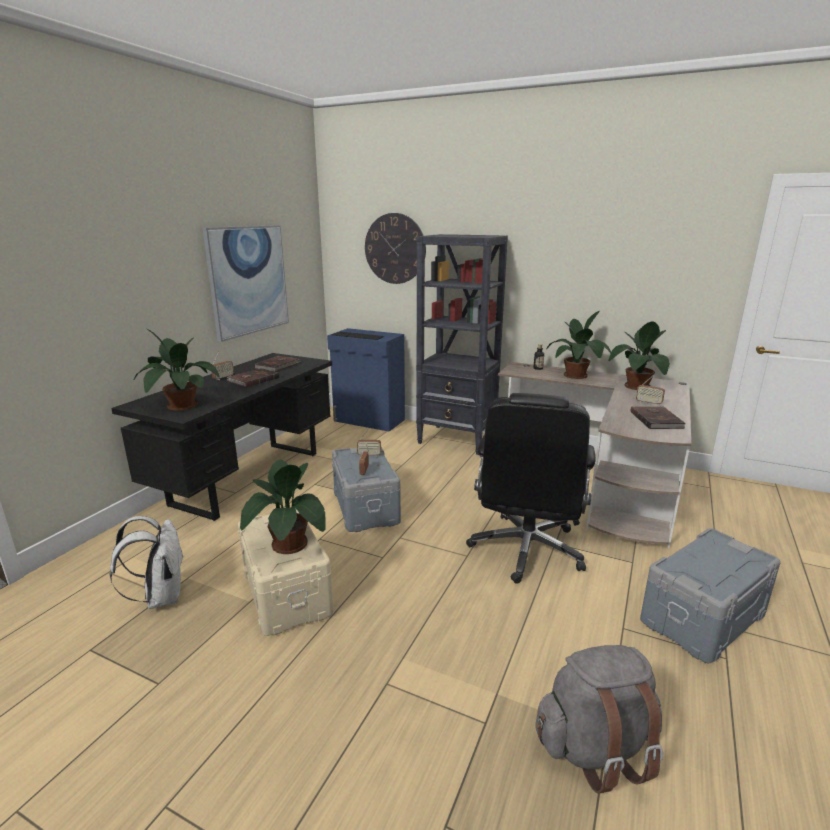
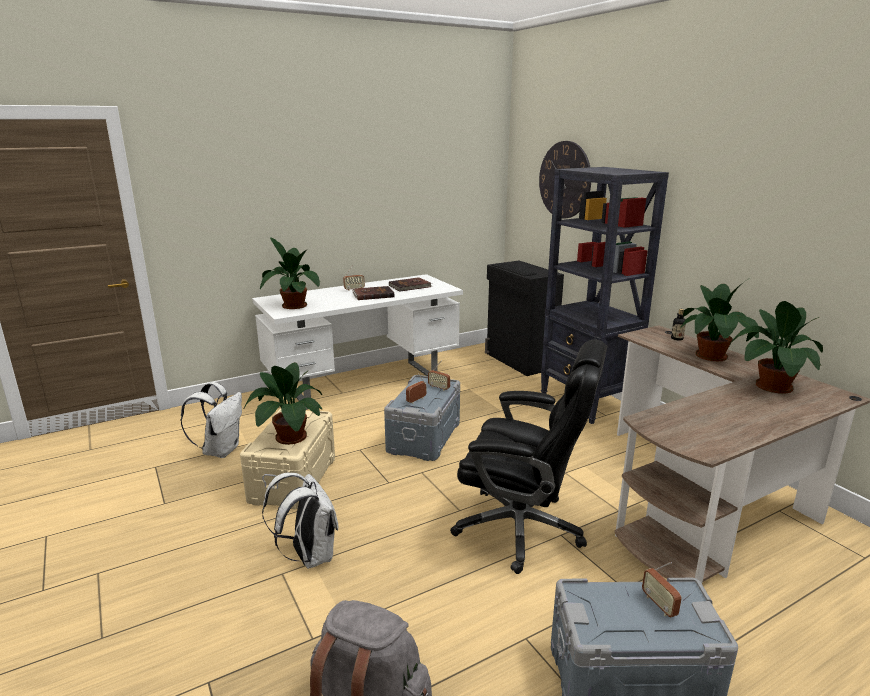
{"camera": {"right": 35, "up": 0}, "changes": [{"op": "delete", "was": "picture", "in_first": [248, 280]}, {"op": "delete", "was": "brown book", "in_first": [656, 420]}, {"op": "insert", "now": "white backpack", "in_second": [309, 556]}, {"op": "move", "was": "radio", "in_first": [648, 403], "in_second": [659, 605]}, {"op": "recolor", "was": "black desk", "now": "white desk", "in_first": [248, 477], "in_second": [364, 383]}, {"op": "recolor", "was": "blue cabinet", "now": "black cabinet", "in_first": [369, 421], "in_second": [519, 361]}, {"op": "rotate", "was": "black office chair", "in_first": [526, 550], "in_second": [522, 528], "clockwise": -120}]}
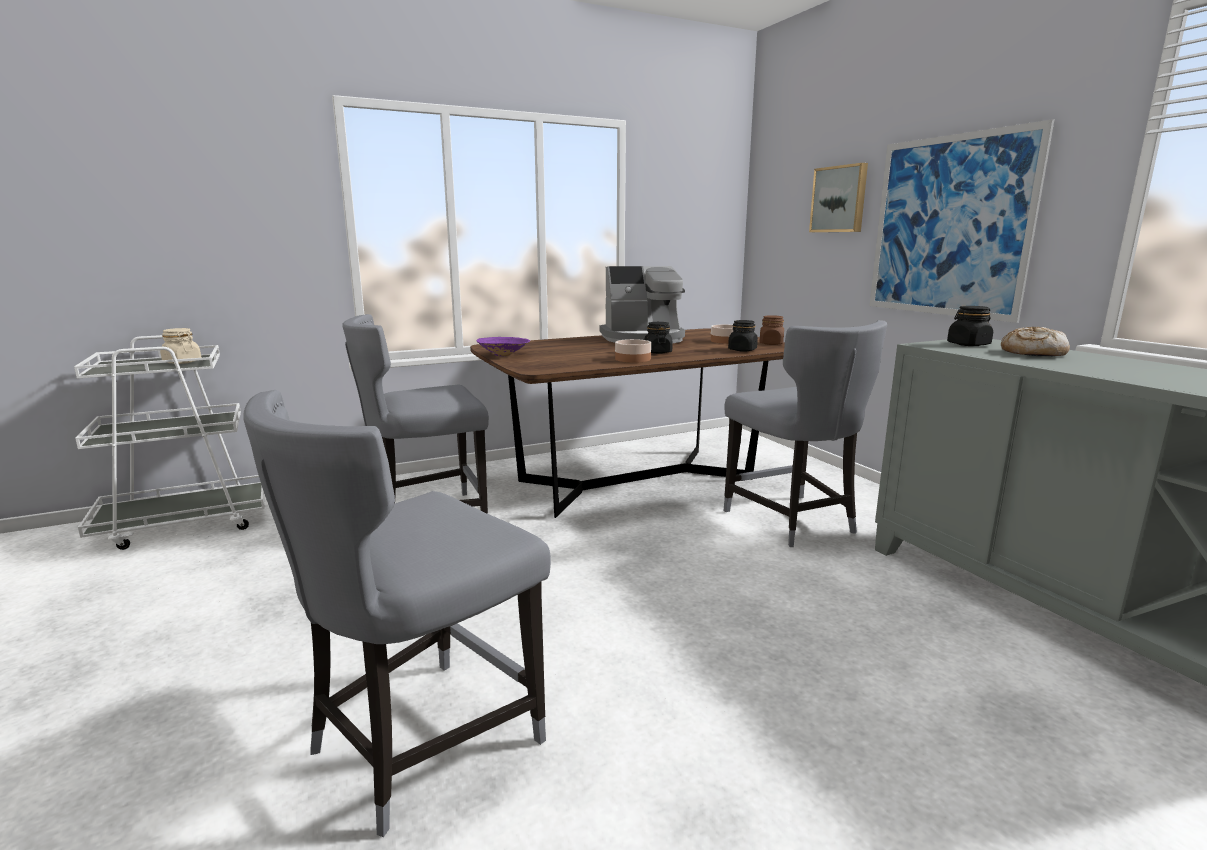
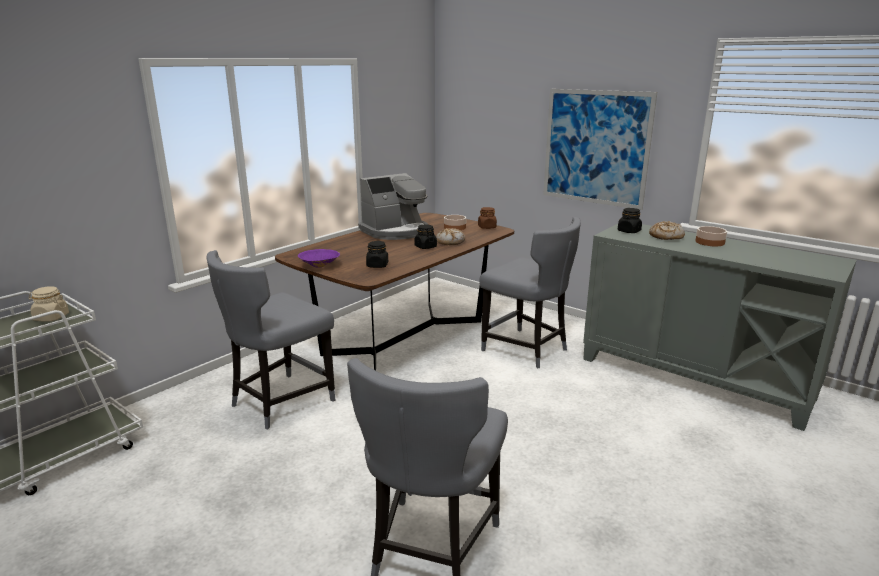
{"camera": {"right": -25, "up": 5}, "changes": [{"op": "delete", "was": "picture", "in_first": [839, 199]}, {"op": "insert", "now": "bread", "in_second": [450, 242]}, {"op": "move", "was": "bowl", "in_first": [632, 359], "in_second": [709, 242]}, {"op": "move", "was": "black jar", "in_first": [742, 350], "in_second": [377, 265]}]}
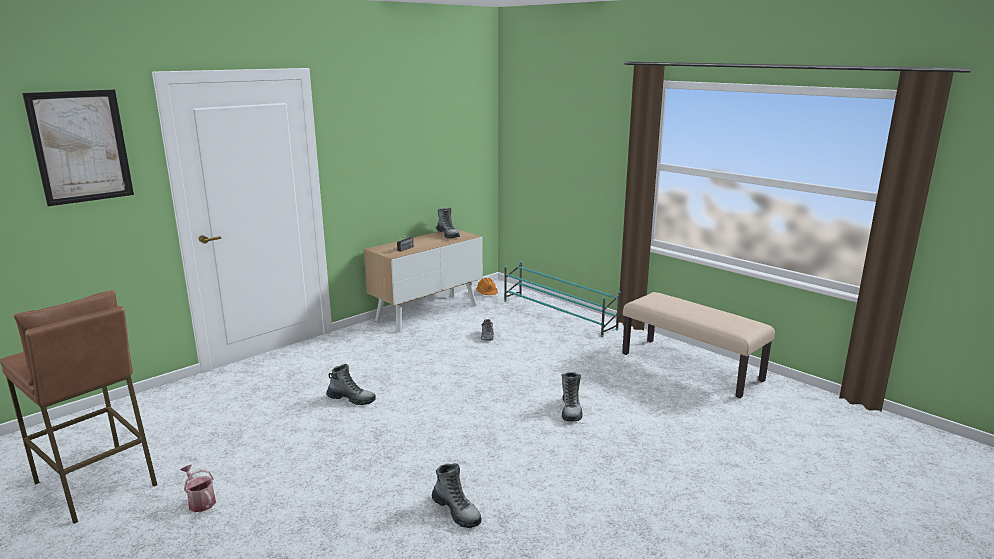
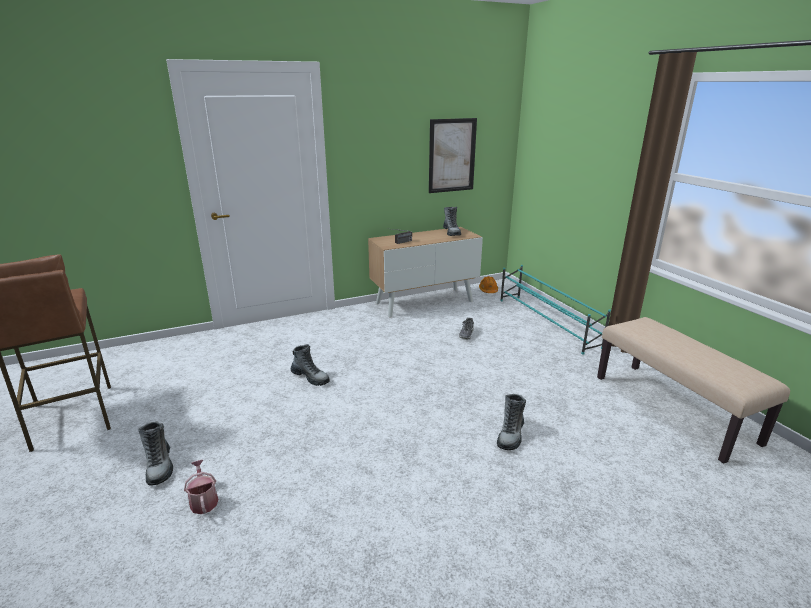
{"camera": {"right": 20, "up": 5}, "changes": [{"op": "move", "was": "picture", "in_first": [81, 147], "in_second": [452, 155]}, {"op": "move", "was": "watering can", "in_first": [200, 501], "in_second": [203, 500]}, {"op": "move", "was": "boot", "in_first": [457, 511], "in_second": [159, 466]}]}
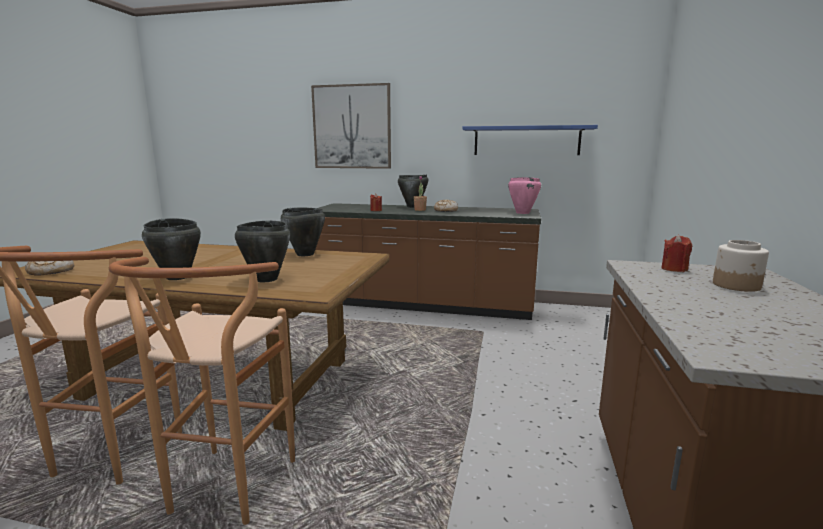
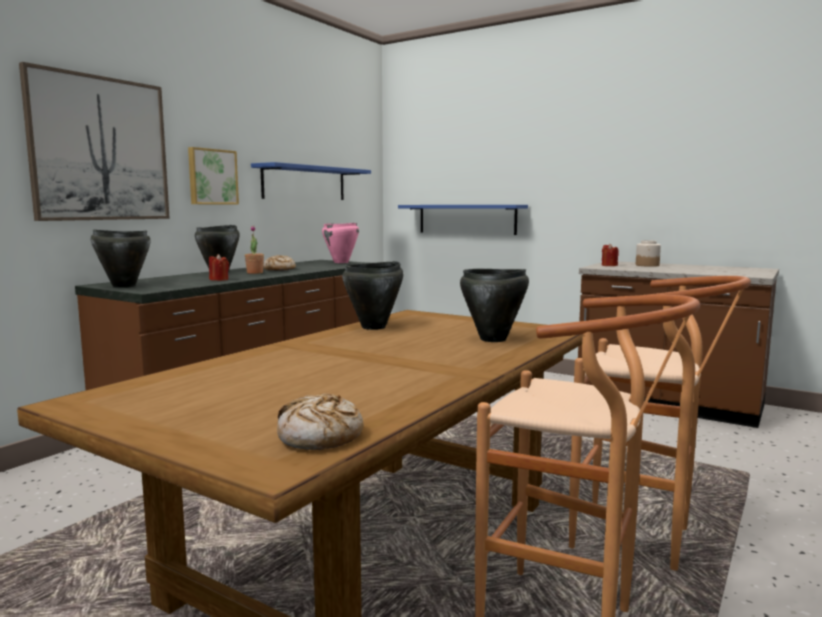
{"camera": {"right": -70, "up": -5}, "changes": [{"op": "insert", "now": "picture", "in_second": [212, 177]}, {"op": "insert", "now": "blue shelf", "in_second": [466, 219]}, {"op": "move", "was": "black cooking pot", "in_first": [178, 277], "in_second": [123, 286]}]}
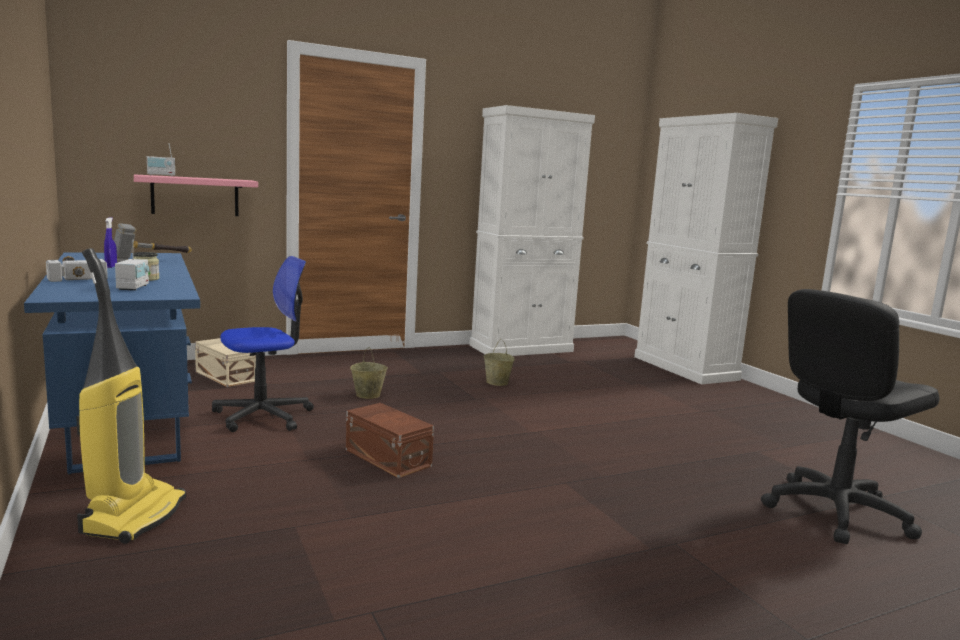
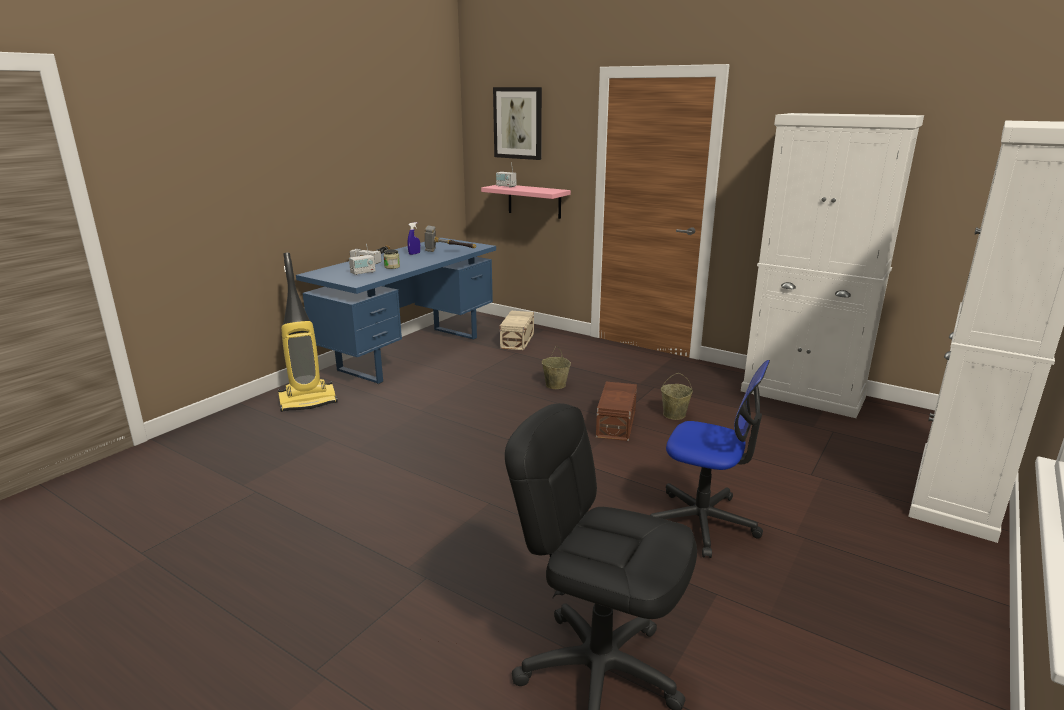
{"camera": {"right": 60, "up": 10}, "changes": [{"op": "insert", "now": "picture", "in_second": [518, 123]}, {"op": "move", "was": "office chair", "in_first": [263, 416], "in_second": [703, 522]}, {"op": "move", "was": "brown storage box", "in_first": [388, 457], "in_second": [617, 423]}]}
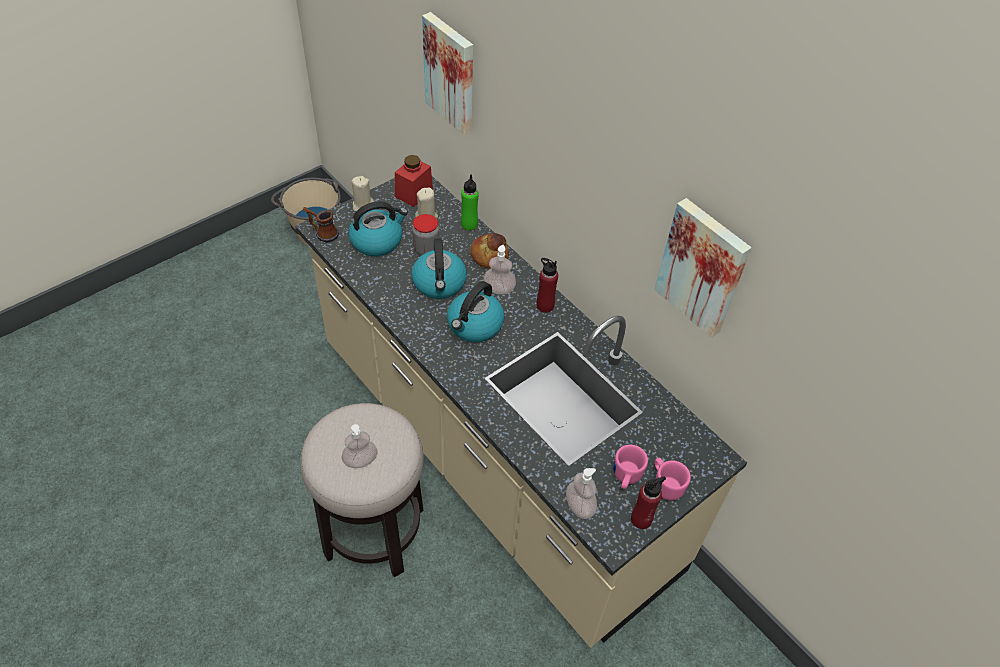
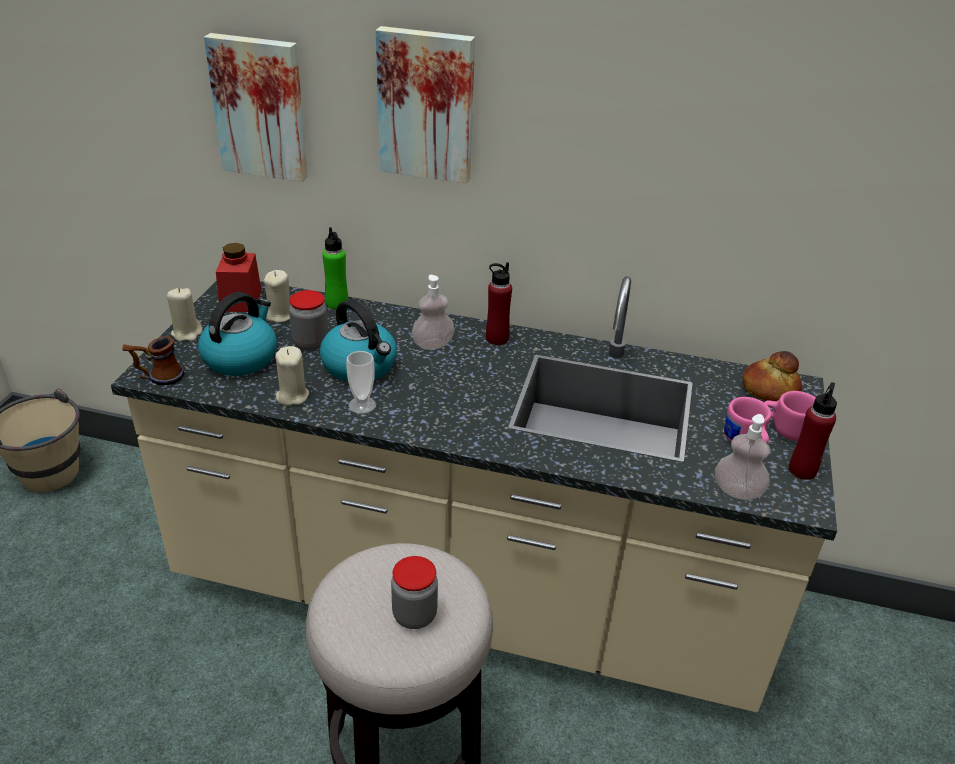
{"camera": {"right": -35, "up": -15}, "changes": [{"op": "delete", "was": "kettle", "in_first": [474, 325]}, {"op": "insert", "now": "beige candle", "in_second": [292, 396]}, {"op": "insert", "now": "cup", "in_second": [362, 405]}, {"op": "move", "was": "bread", "in_first": [489, 256], "in_second": [769, 390]}, {"op": "move", "was": "picture", "in_first": [703, 267], "in_second": [427, 105]}, {"op": "replace", "was": "soap dispenser", "now": "jar", "in_first": [360, 461], "in_second": [414, 615]}]}
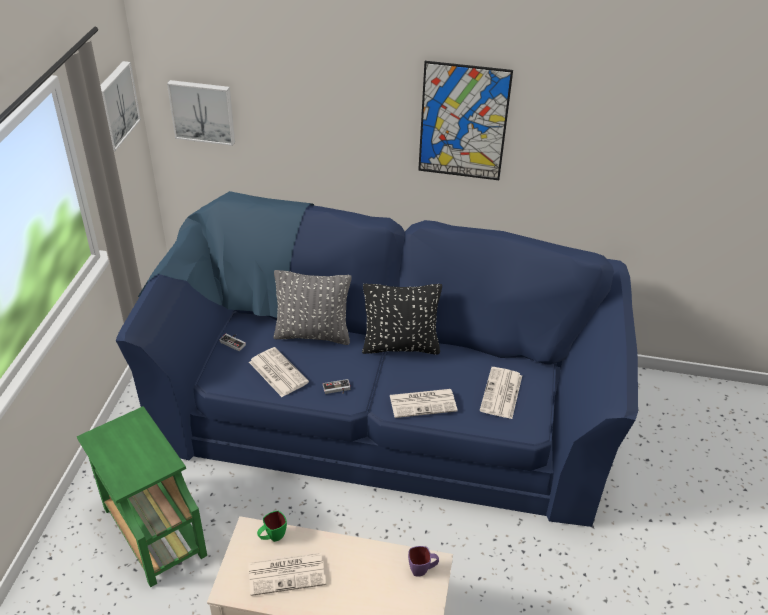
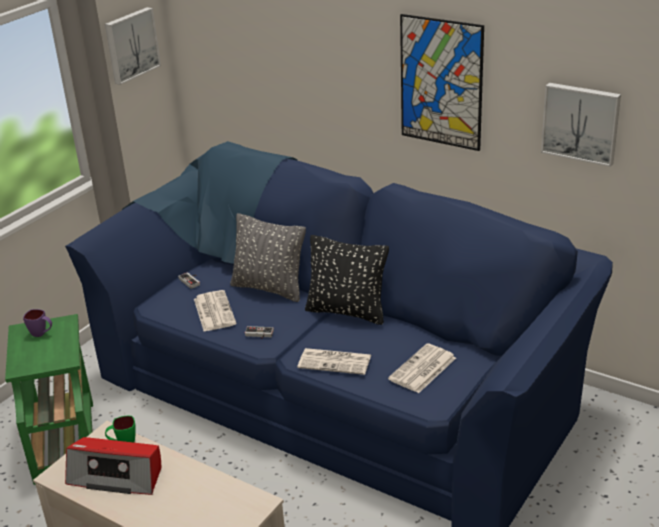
{"camera": {"right": 25, "up": -10}, "changes": [{"op": "move", "was": "picture", "in_first": [203, 111], "in_second": [581, 122]}, {"op": "move", "was": "purple mug", "in_first": [422, 570], "in_second": [42, 334]}, {"op": "replace", "was": "newspaper", "now": "radio", "in_first": [287, 573], "in_second": [117, 475]}]}
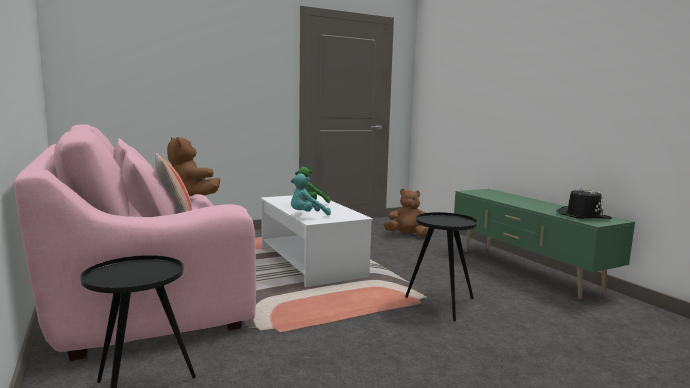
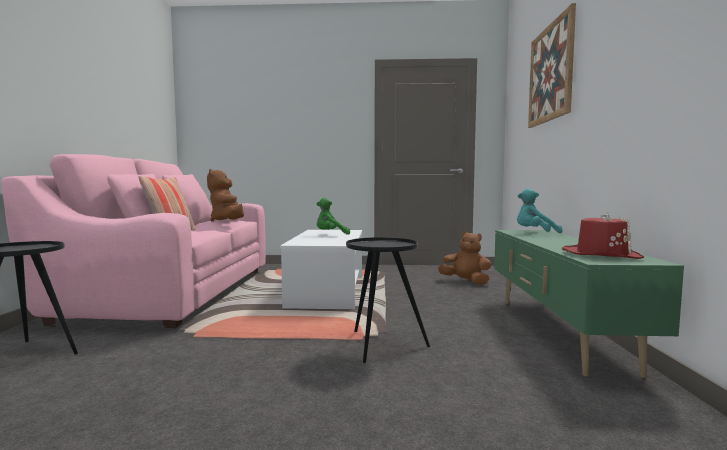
{"camera": {"right": 30, "up": -5}, "changes": [{"op": "insert", "now": "picture", "in_second": [550, 73]}, {"op": "move", "was": "turquoise plush toy", "in_first": [307, 215], "in_second": [534, 233]}, {"op": "recolor", "was": "black hat", "now": "red hat", "in_first": [582, 216], "in_second": [601, 254]}]}
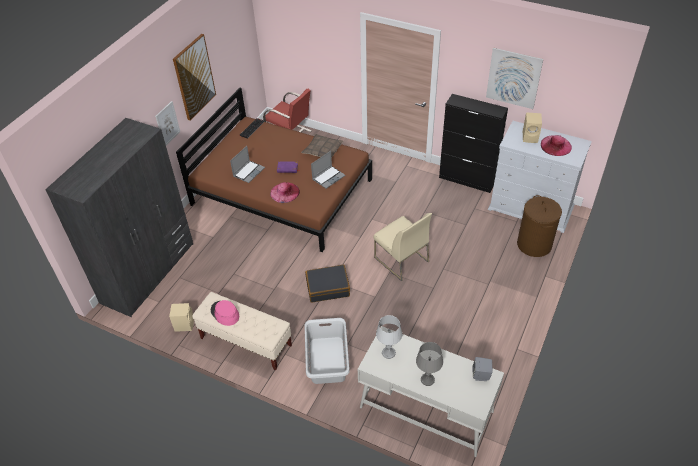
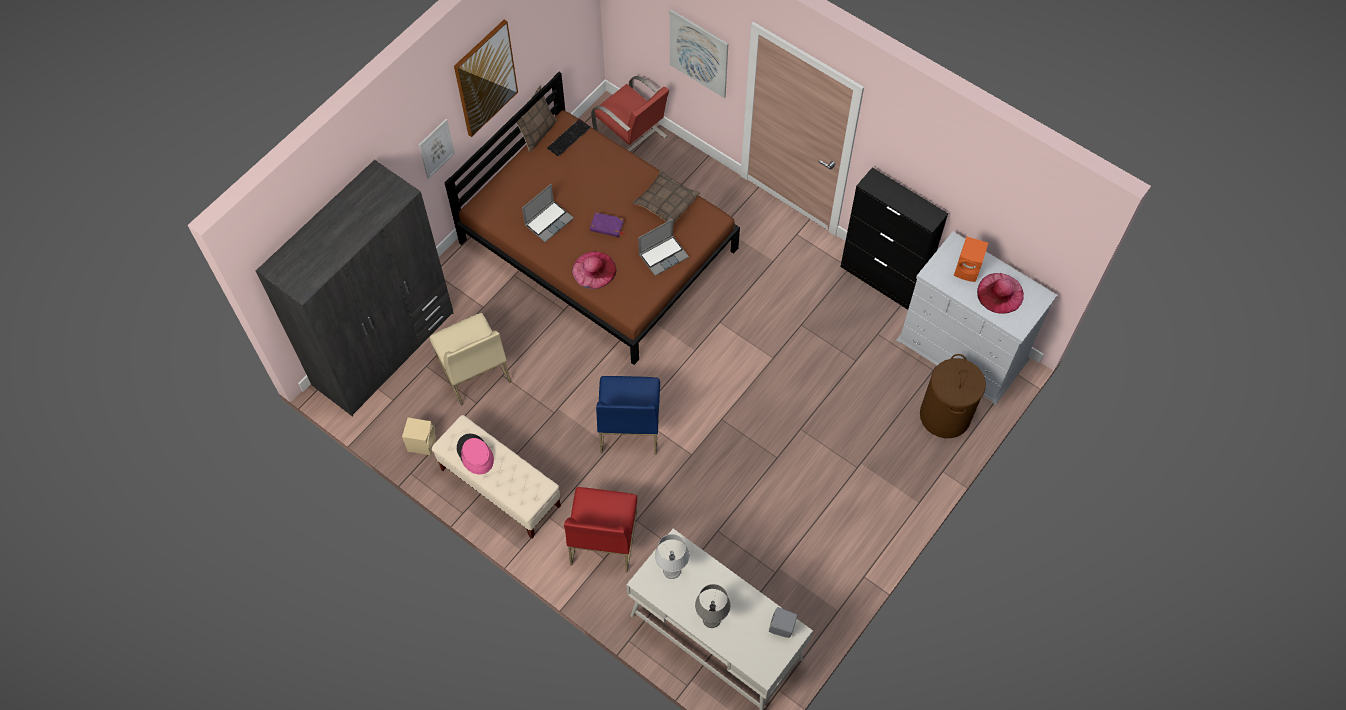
{"camera": {"right": 10, "up": 15}, "changes": [{"op": "insert", "now": "pillow", "in_second": [537, 133]}, {"op": "move", "was": "beige chair", "in_first": [400, 259], "in_second": [473, 370]}, {"op": "move", "was": "picture", "in_first": [513, 78], "in_second": [698, 53]}, {"op": "replace", "was": "black suitcase", "now": "blue chair", "in_first": [327, 287], "in_second": [629, 426]}, {"op": "replace", "was": "grey laundry basket", "now": "red chair", "in_first": [327, 360], "in_second": [603, 538]}, {"op": "recolor", "was": "beige speaker", "now": "orange speaker", "in_first": [530, 137], "in_second": [968, 269]}]}
